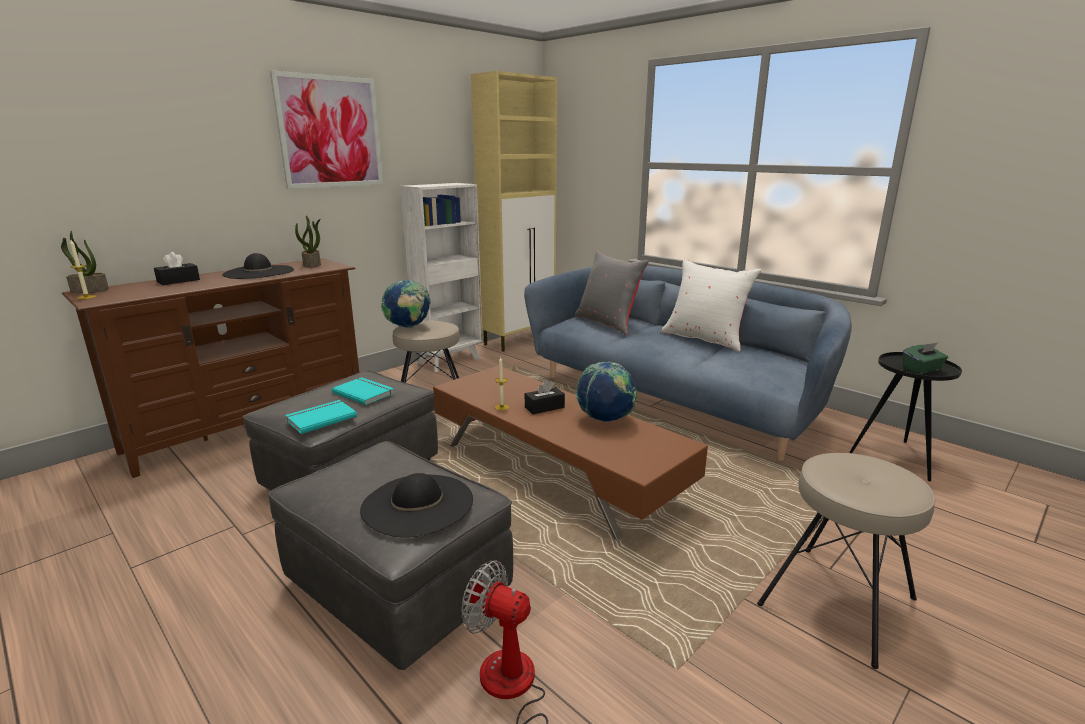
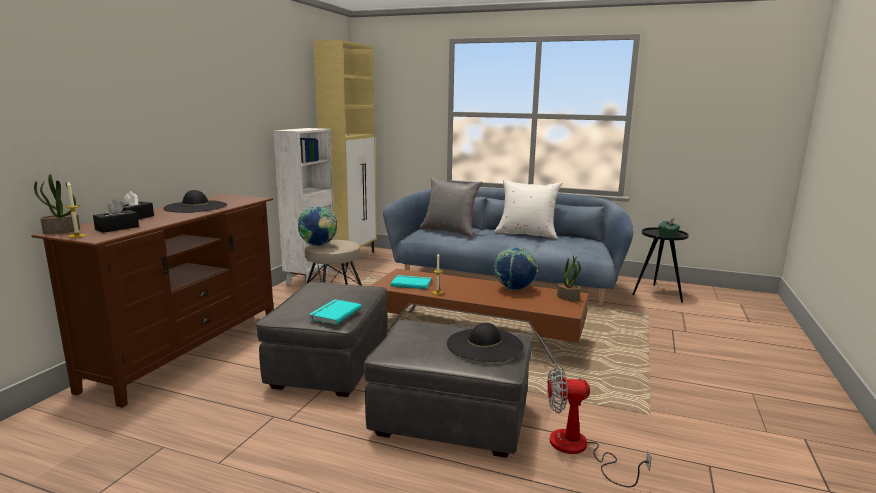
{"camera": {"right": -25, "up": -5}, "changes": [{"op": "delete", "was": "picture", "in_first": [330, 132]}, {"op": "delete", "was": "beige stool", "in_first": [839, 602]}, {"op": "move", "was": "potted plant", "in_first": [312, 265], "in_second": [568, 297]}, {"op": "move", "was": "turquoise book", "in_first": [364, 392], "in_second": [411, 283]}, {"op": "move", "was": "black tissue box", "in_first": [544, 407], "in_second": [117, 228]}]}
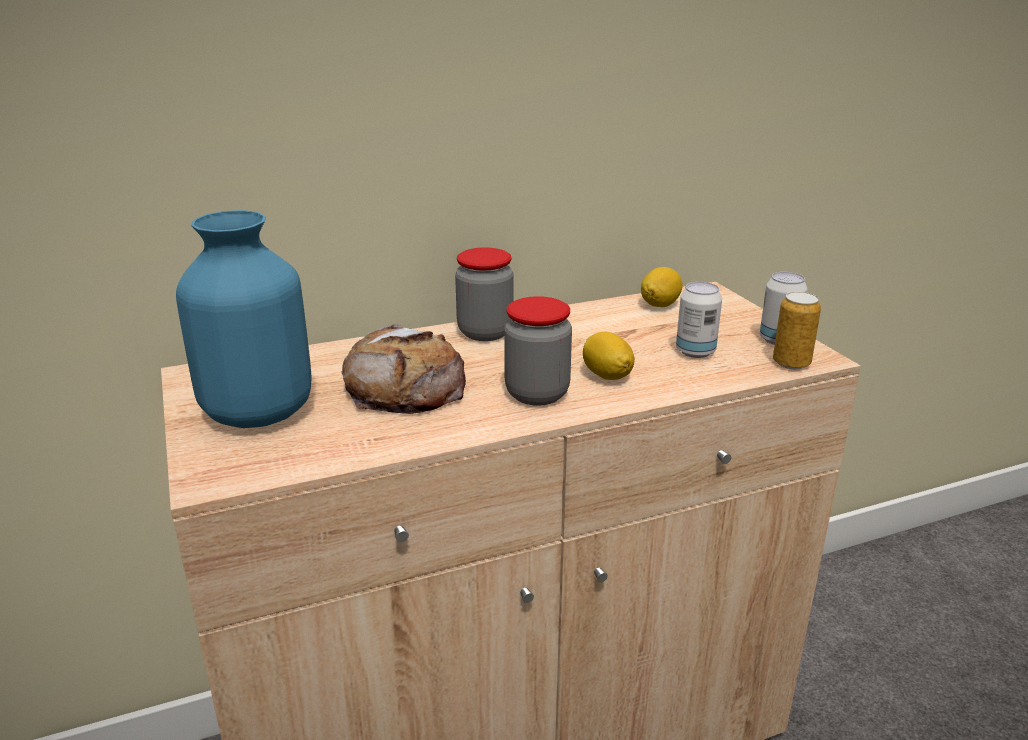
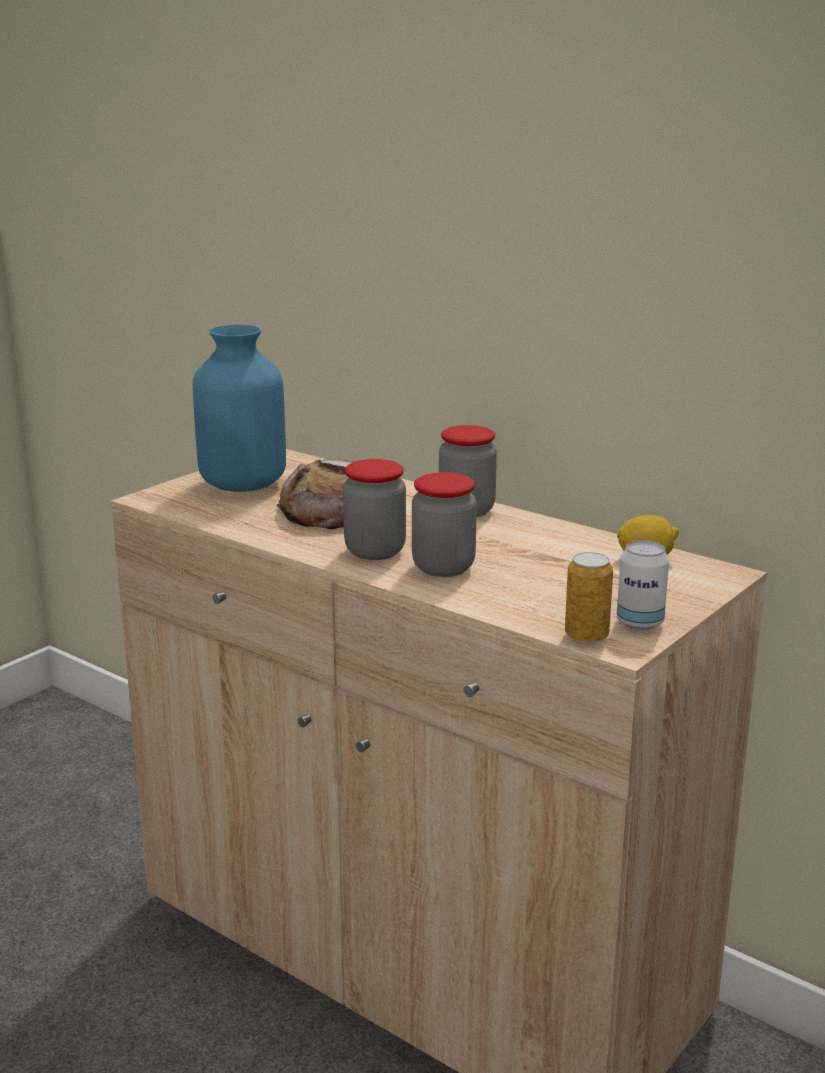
{"camera": {"right": 60, "up": -5}, "changes": [{"op": "delete", "was": "can", "in_first": [695, 352]}, {"op": "replace", "was": "lemon", "now": "jar", "in_first": [607, 376], "in_second": [443, 567]}]}
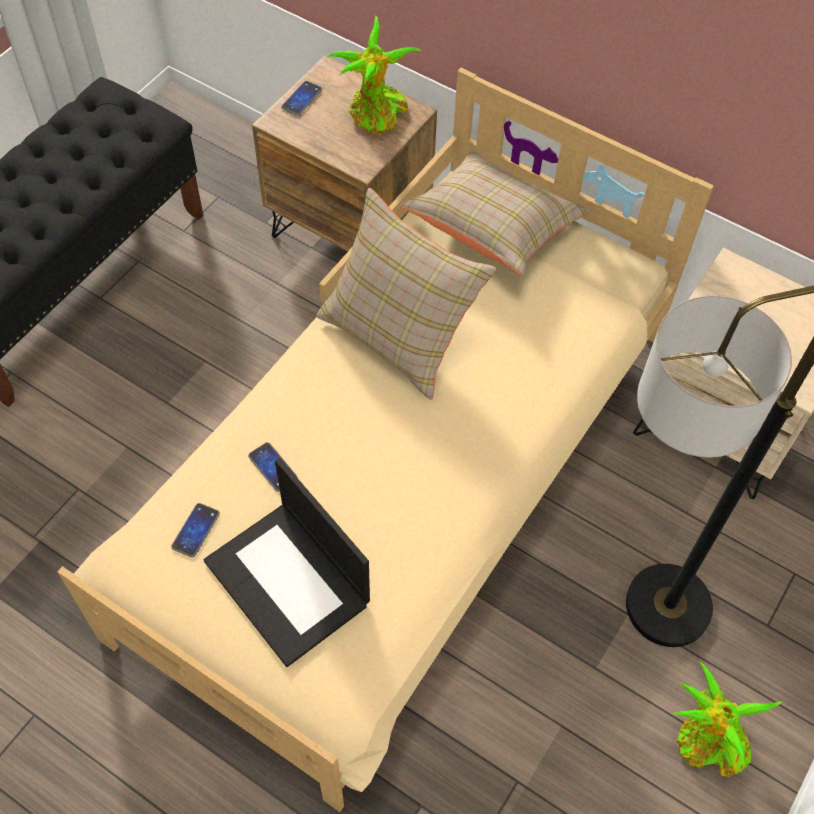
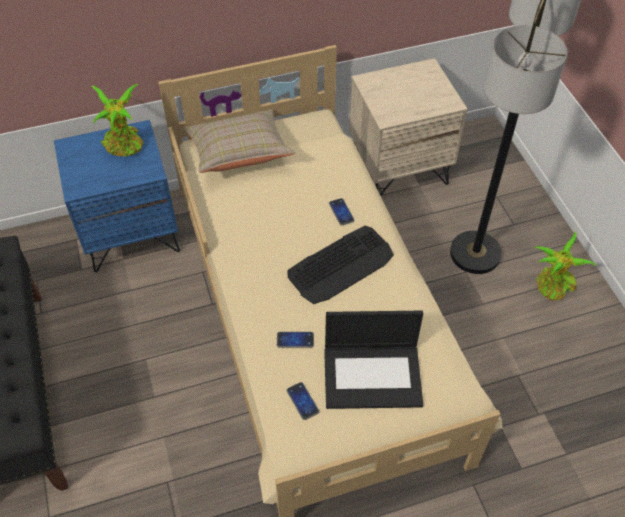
{"camera": {"right": -50, "up": -5}, "changes": [{"op": "delete", "was": "beige pillow", "in_first": [399, 333]}, {"op": "insert", "now": "keyboard", "in_second": [341, 265]}, {"op": "move", "was": "phone", "in_first": [302, 99], "in_second": [341, 212]}, {"op": "recolor", "was": "brown nightstand", "now": "blue nightstand", "in_first": [350, 229], "in_second": [131, 233]}]}
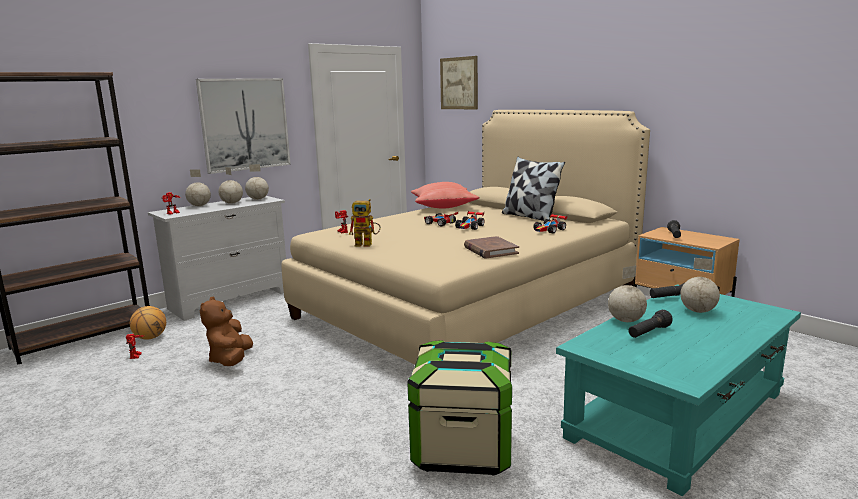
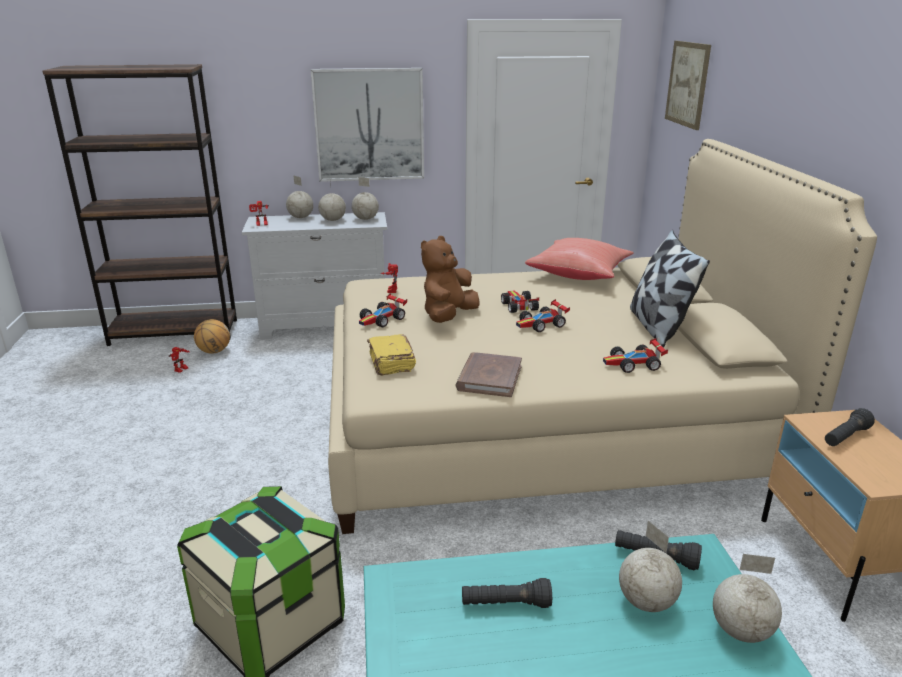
{"camera": {"right": 35, "up": 10}, "changes": [{"op": "insert", "now": "yellow book", "in_second": [391, 363]}, {"op": "move", "was": "brown plush toy", "in_first": [231, 360], "in_second": [448, 316]}, {"op": "move", "was": "globe", "in_first": [625, 321], "in_second": [740, 630]}, {"op": "replace", "was": "toy robot", "now": "toy car", "in_first": [367, 244], "in_second": [382, 319]}]}
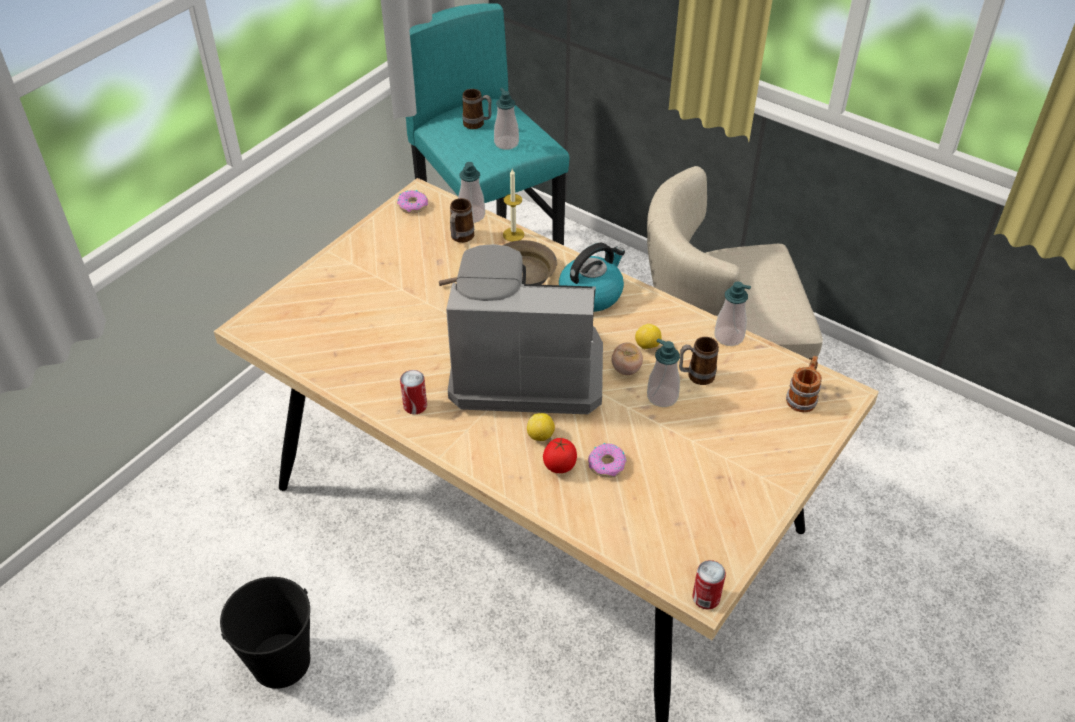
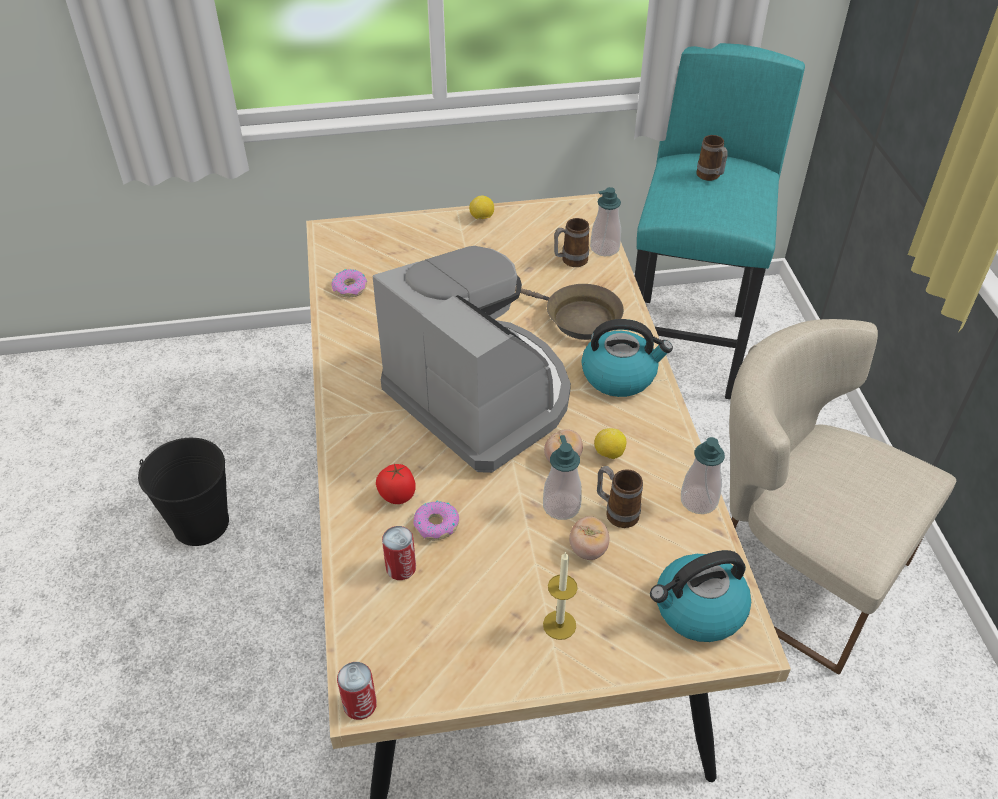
{"camera": {"right": 45, "up": 0}, "changes": [{"op": "delete", "was": "soap dispenser", "in_first": [506, 143]}, {"op": "insert", "now": "tomato", "in_second": [588, 549]}, {"op": "move", "was": "donut", "in_first": [413, 205], "in_second": [350, 288]}, {"op": "move", "was": "can", "in_first": [415, 406], "in_second": [401, 568]}, {"op": "move", "was": "candle", "in_first": [513, 234], "in_second": [559, 625]}, {"op": "move", "was": "lemon", "in_first": [540, 436], "in_second": [481, 218]}, {"op": "replace", "was": "mug", "now": "kettle", "in_first": [803, 396], "in_second": [698, 610]}]}
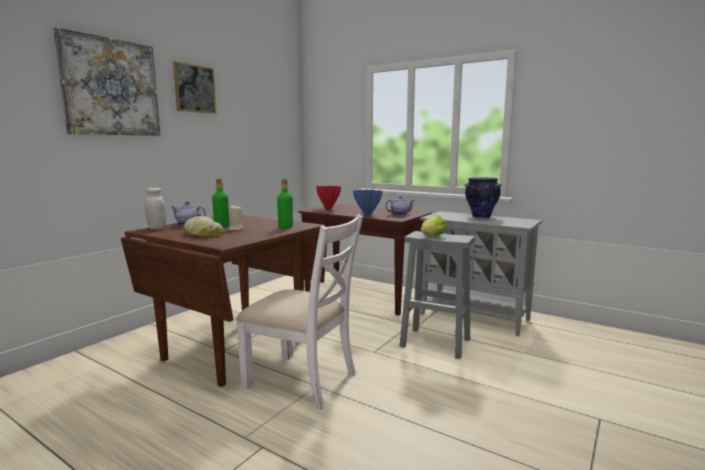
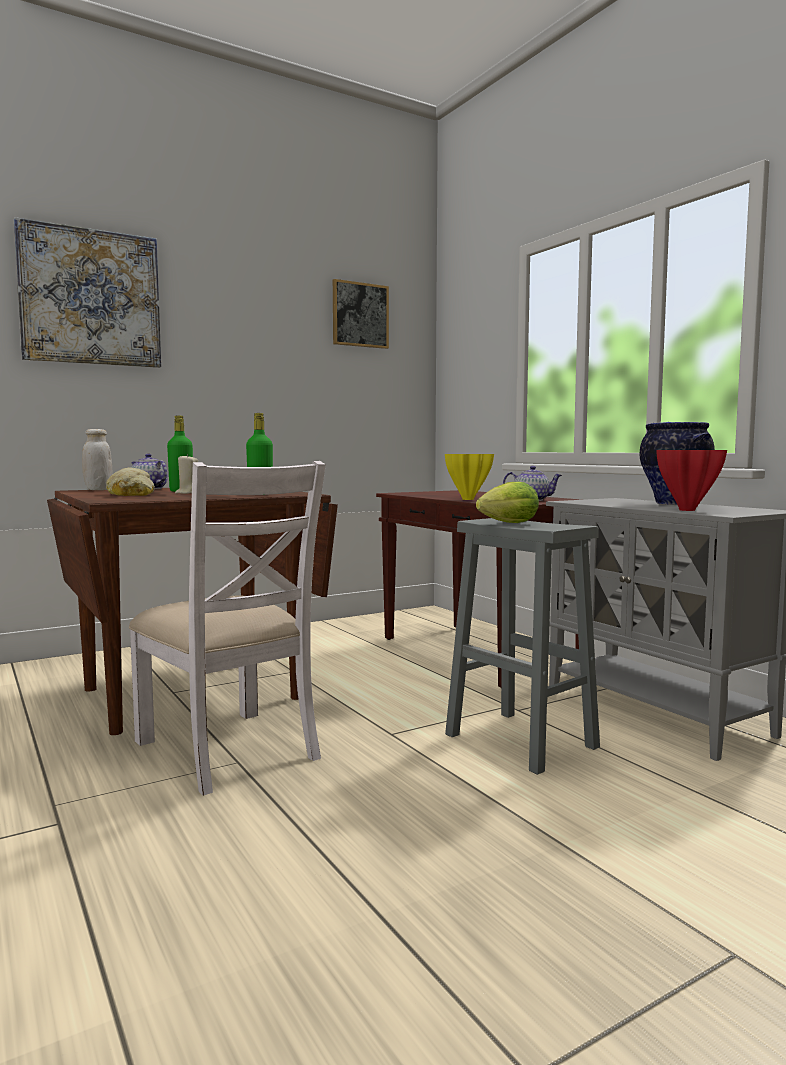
{"camera": {"right": 25, "up": -5}, "changes": [{"op": "move", "was": "picture", "in_first": [194, 89], "in_second": [360, 315]}, {"op": "move", "was": "red vase", "in_first": [328, 209], "in_second": [688, 510]}, {"op": "recolor", "was": "blue vase", "now": "yellow vase", "in_first": [368, 215], "in_second": [468, 499]}]}
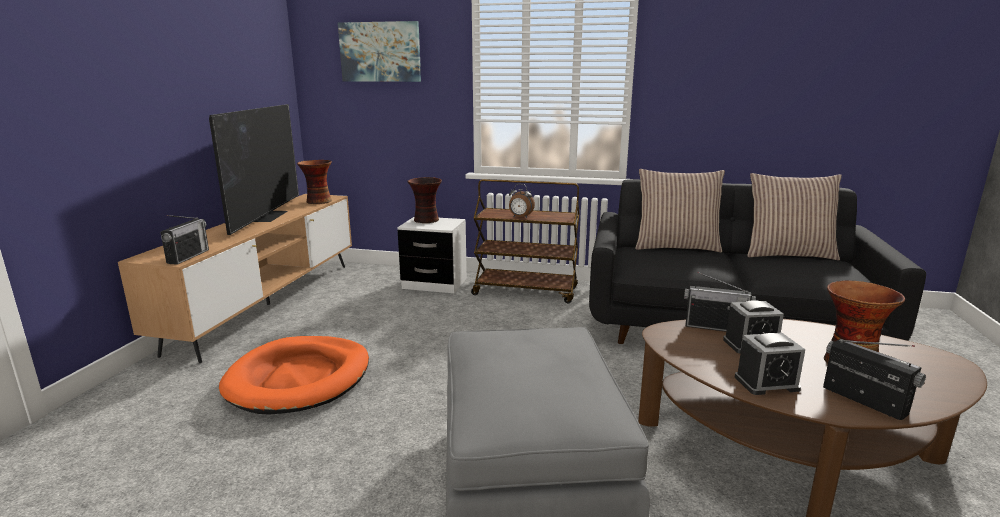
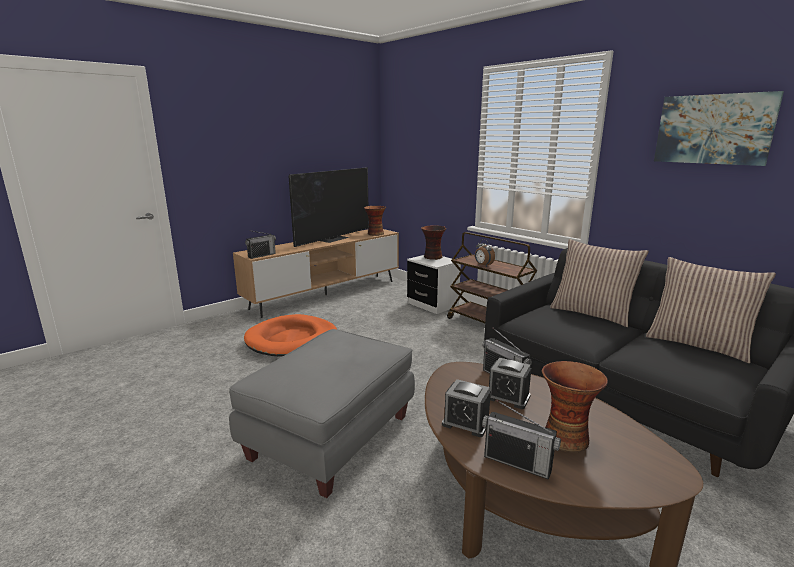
{"camera": {"right": 35, "up": 0}, "changes": [{"op": "move", "was": "picture", "in_first": [380, 52], "in_second": [713, 129]}, {"op": "rotate", "was": "radio", "in_first": [863, 401], "in_second": [517, 463], "clockwise": 120}]}
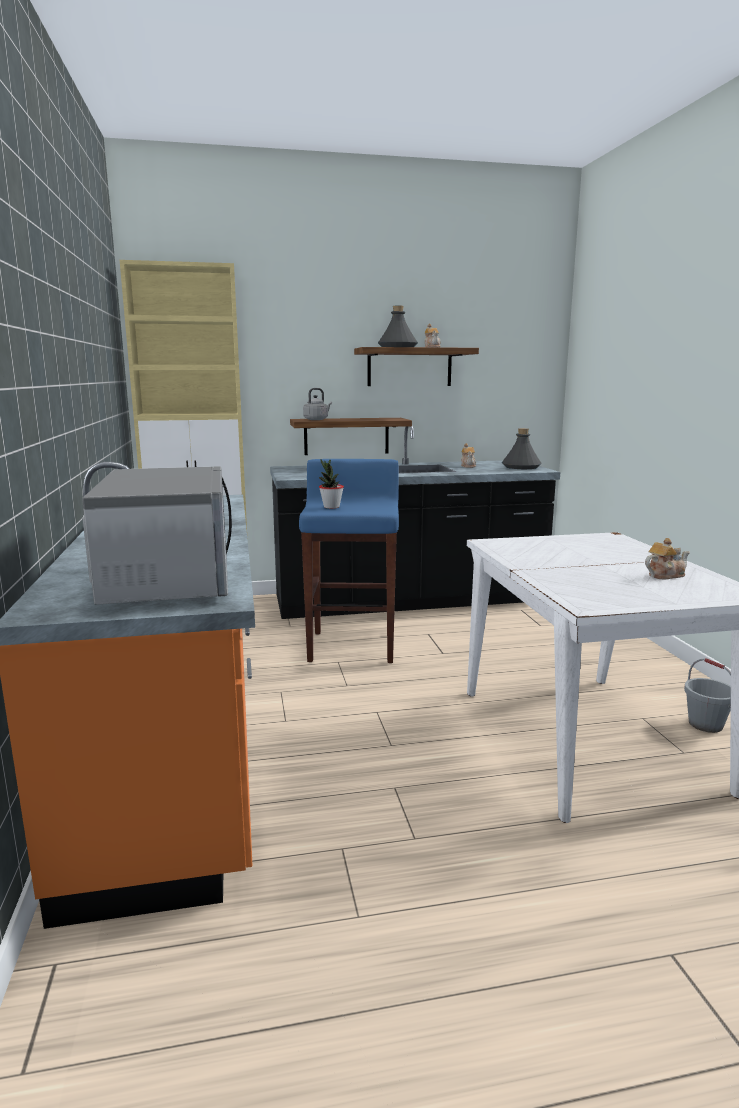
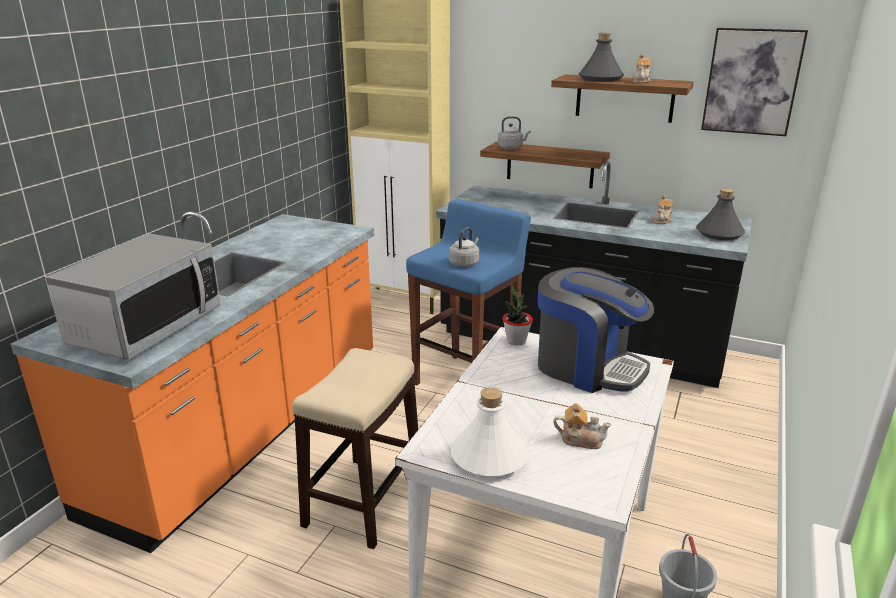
{"camera": {"right": 35, "up": 10}, "changes": [{"op": "insert", "now": "stool", "in_second": [364, 499]}, {"op": "insert", "now": "grey kettle", "in_second": [465, 263]}, {"op": "insert", "now": "white bottle", "in_second": [489, 457]}, {"op": "insert", "now": "coffee machine", "in_second": [587, 367]}, {"op": "insert", "now": "picture", "in_second": [752, 82]}, {"op": "move", "was": "potted plant", "in_first": [331, 507], "in_second": [516, 341]}]}
